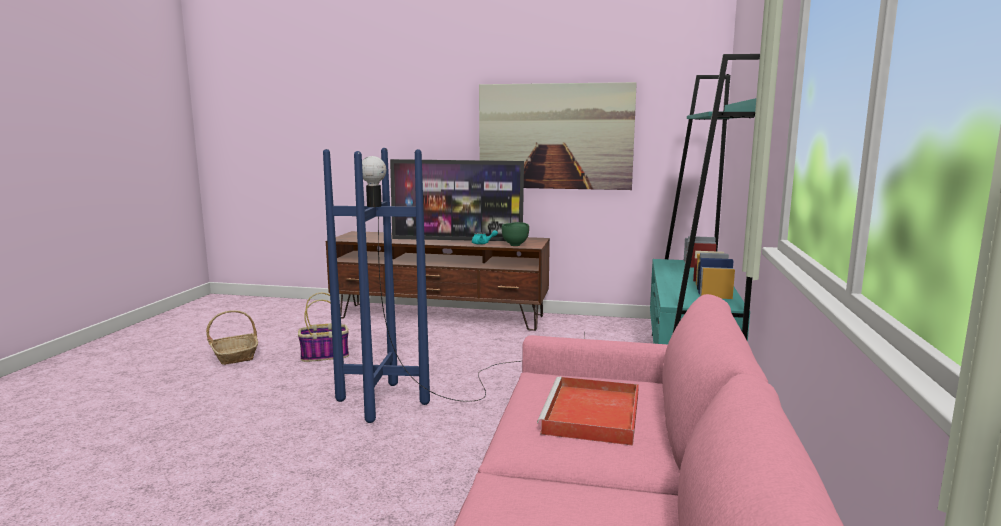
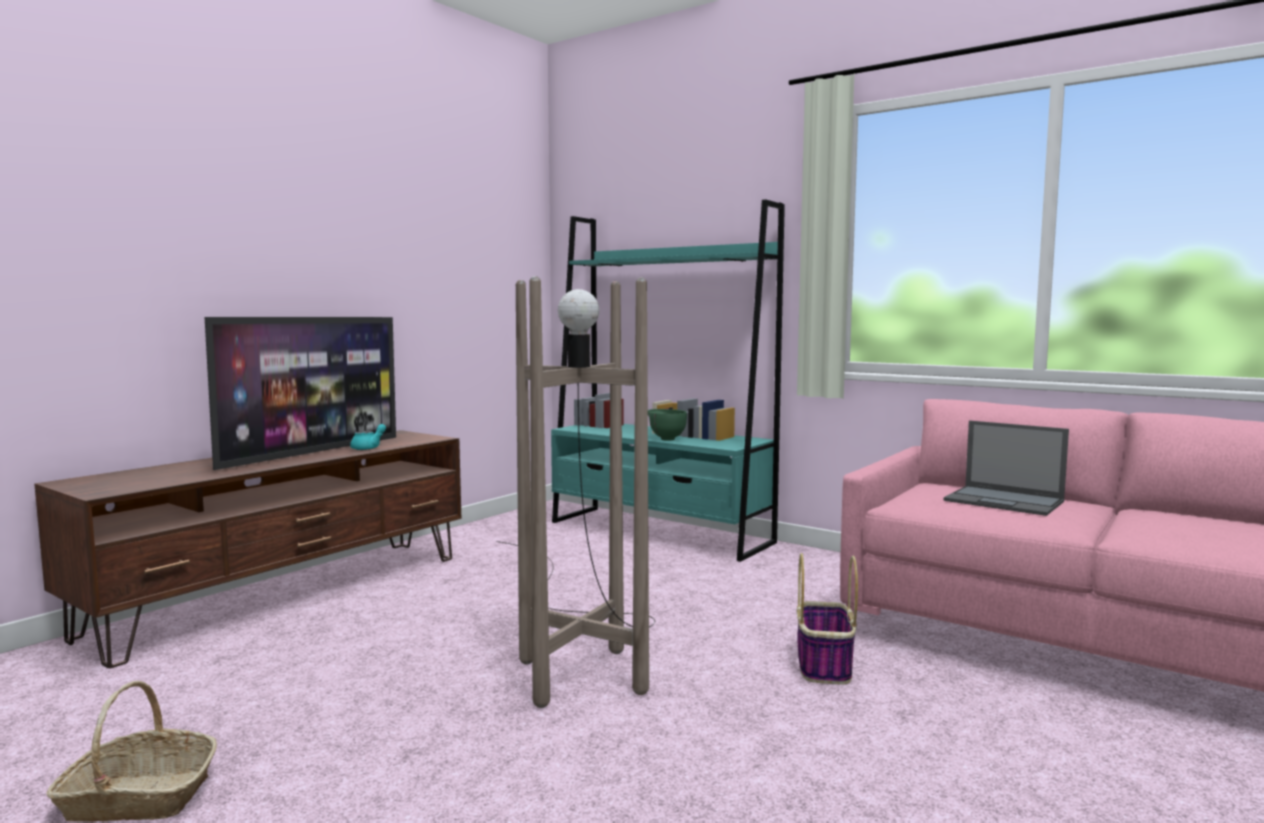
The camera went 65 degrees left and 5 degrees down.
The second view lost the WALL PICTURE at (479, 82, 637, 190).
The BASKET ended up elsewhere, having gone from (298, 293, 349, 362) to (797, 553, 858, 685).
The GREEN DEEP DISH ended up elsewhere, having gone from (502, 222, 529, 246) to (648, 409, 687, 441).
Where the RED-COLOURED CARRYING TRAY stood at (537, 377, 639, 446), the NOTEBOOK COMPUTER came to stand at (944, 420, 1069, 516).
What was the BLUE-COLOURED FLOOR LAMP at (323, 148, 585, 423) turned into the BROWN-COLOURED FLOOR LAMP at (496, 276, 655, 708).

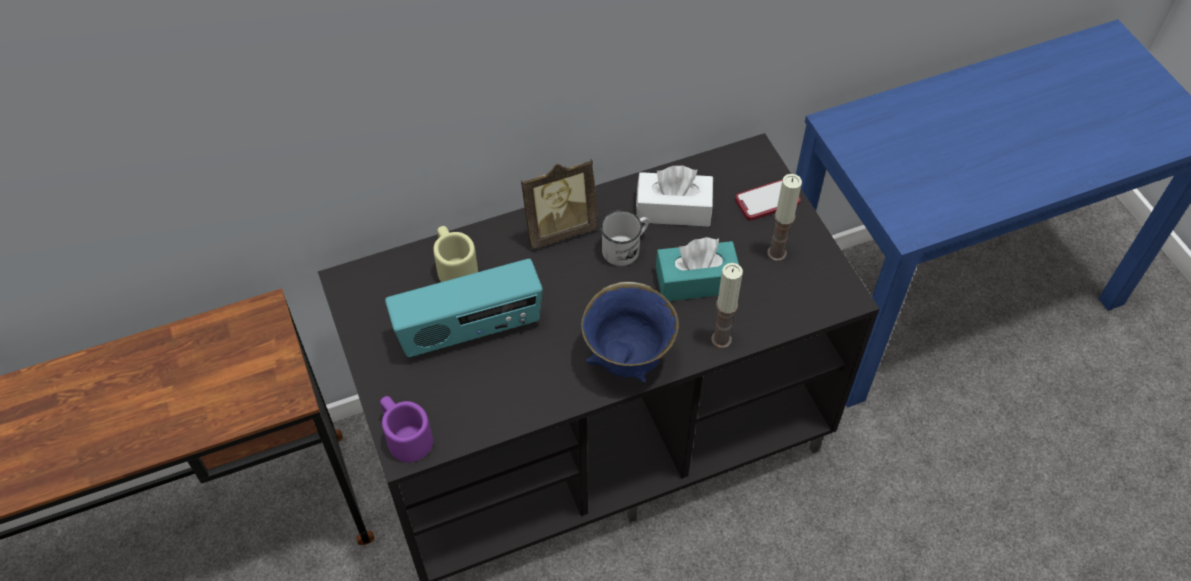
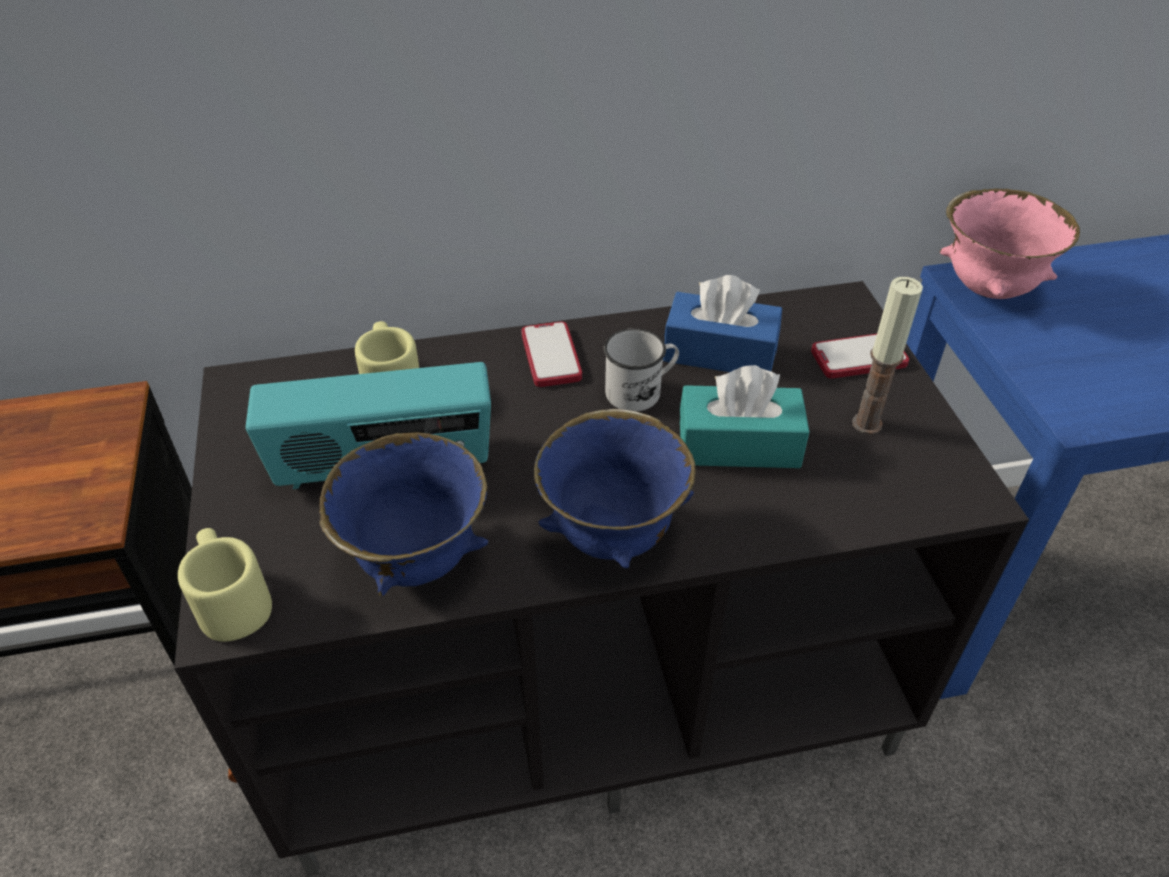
The camera went 10 degrees right and 10 degrees down.
The second view lost the WAX LIGHT at (711, 263, 743, 348).
The second view gained the BLUE-COLOURED DEEP DISH at (319, 432, 488, 596).
The second view gained the PINK-COLOURED DEEP DISH at (940, 189, 1080, 299).
Where the PHOTO FRAME stood at (521, 159, 598, 249), the TELEPHONE came to stand at (521, 322, 582, 387).
What was the PURPLE-COLOURED TEA MUG at (380, 396, 433, 463) turned into the SAND-COLOURED TEA MUG at (178, 528, 272, 642).
What was the WHITE-COLOURED TISSUE HOLDER at (636, 166, 713, 227) turned into the BLUE-COLOURED TISSUE HOLDER at (663, 275, 782, 372).

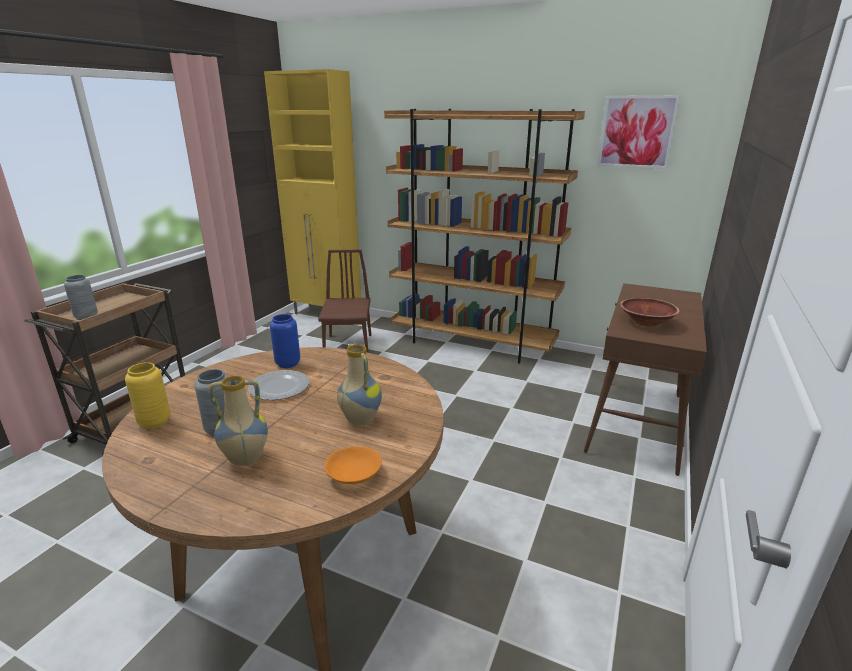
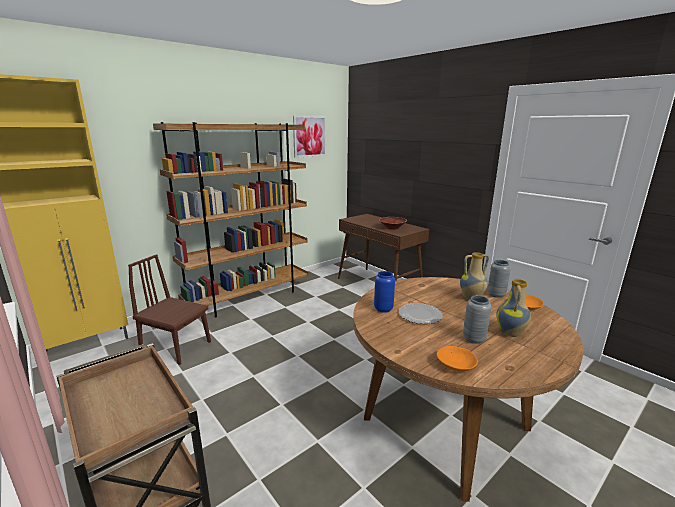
The camera went 65 degrees left and 5 degrees down.
The GREYISH DECORATIVE VASE ended up elsewhere, having gone from (64, 275, 98, 320) to (487, 260, 511, 298).
Where the YELLOWISH DECORATIVE VASE stood at (125, 362, 171, 429), the ORANGE-COLOURED DEEP DISH came to stand at (437, 346, 478, 372).

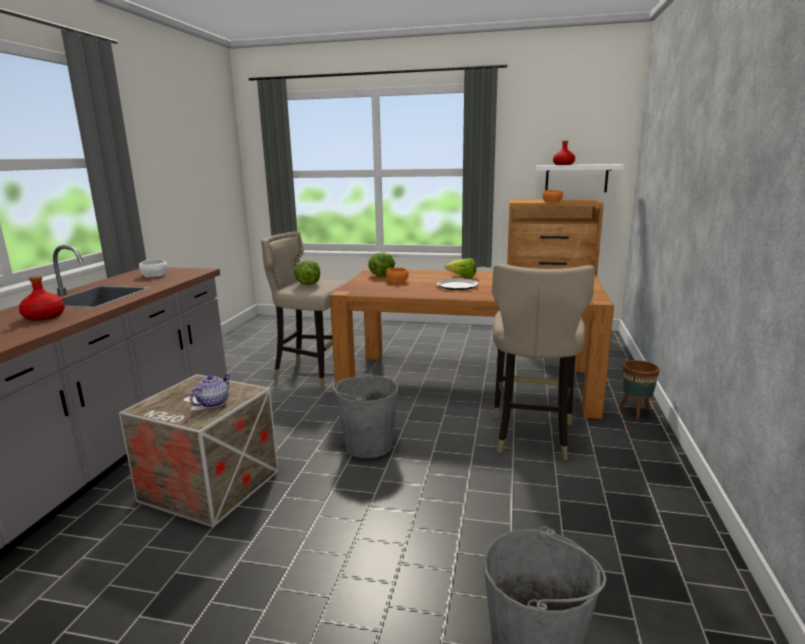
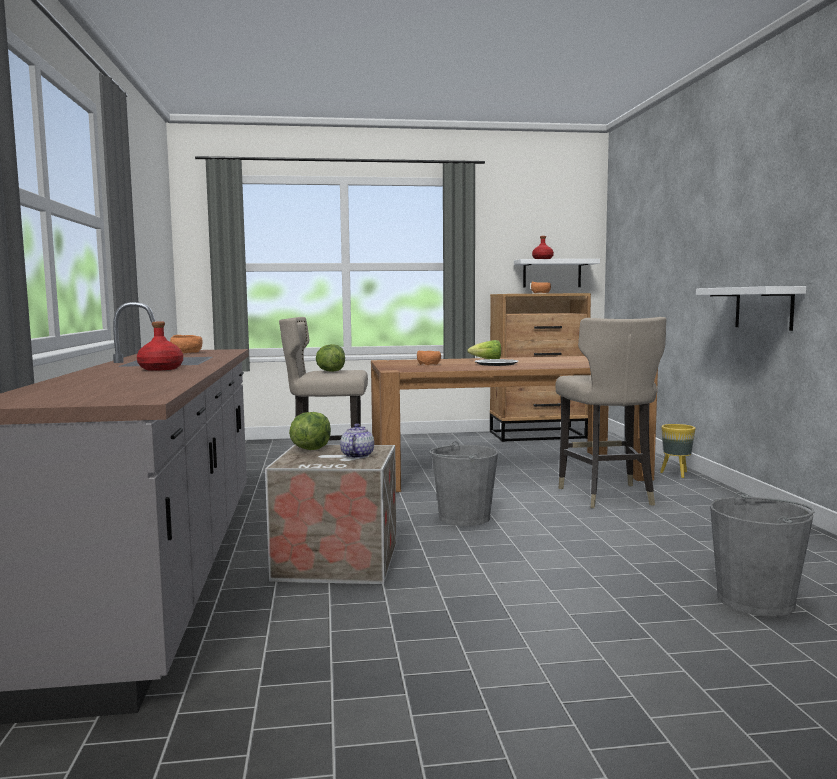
The camera went 20 degrees left and 10 degrees down.
The second view gained the WHITE-COLOURED BRACKET SHELF at (696, 286, 806, 331).
The LETTUCE HEAD ended up elsewhere, having gone from (368, 253, 395, 276) to (289, 412, 331, 450).
What was the WHITE-COLOURED DEEP DISH at (139, 259, 168, 277) turned into the ORANGE-COLOURED DEEP DISH at (170, 335, 203, 353).
What was the BROWN-COLOURED PLANTER at (620, 360, 660, 420) turned into the YELLOWISH PLANTER at (660, 424, 695, 478).

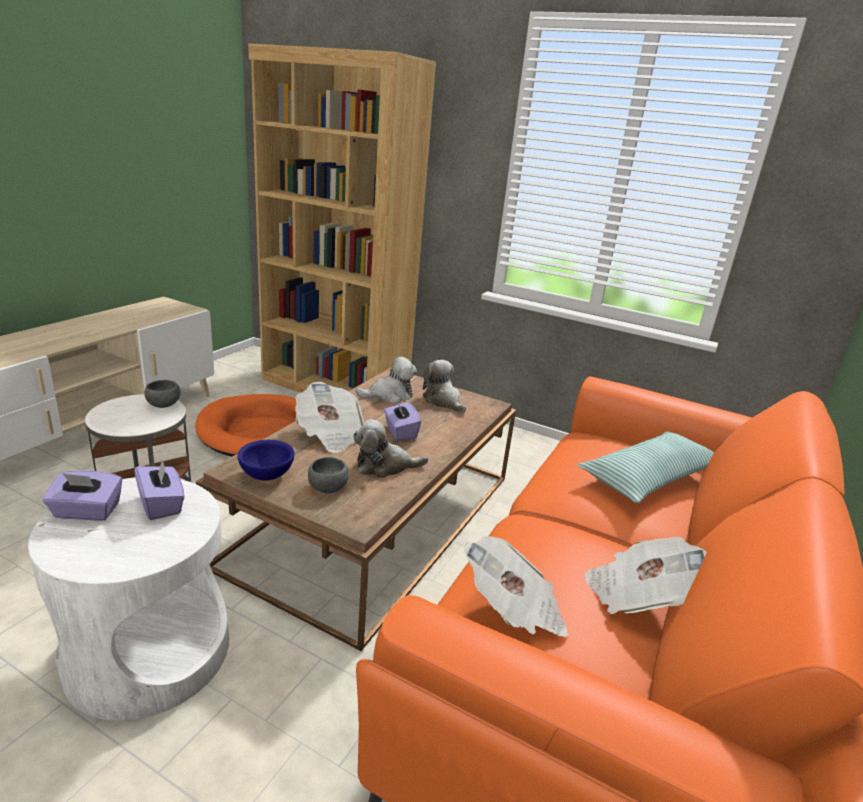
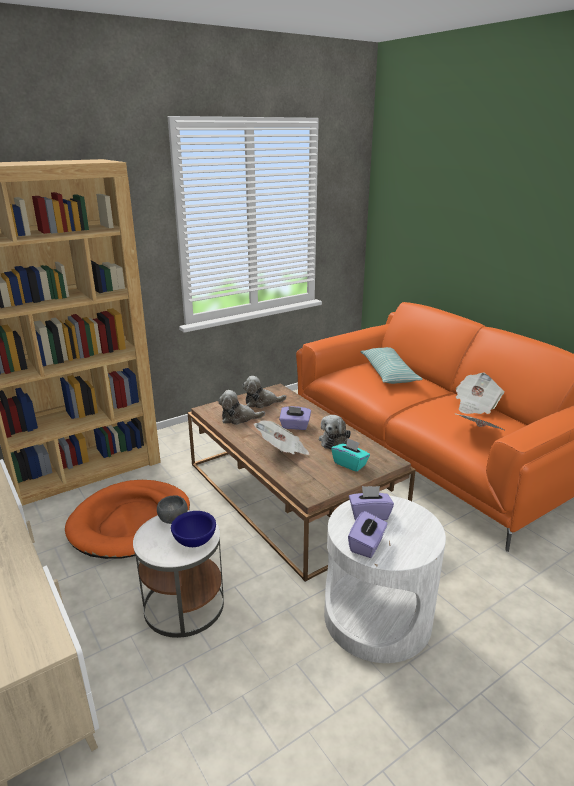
The camera went 60 degrees left and 0 degrees up.
The BLUE-COLOURED DEEP DISH ended up elsewhere, having gone from (237, 440, 295, 480) to (171, 511, 216, 547).
Where the GREYISH DEEP DISH stood at (308, 457, 349, 494), the BLUE-GREEN TISSUE HOLDER came to stand at (331, 438, 370, 472).
The PLUSH TOY at (356, 357, 417, 403) ended up facing another way, 105 degrees counterclockwise from before.

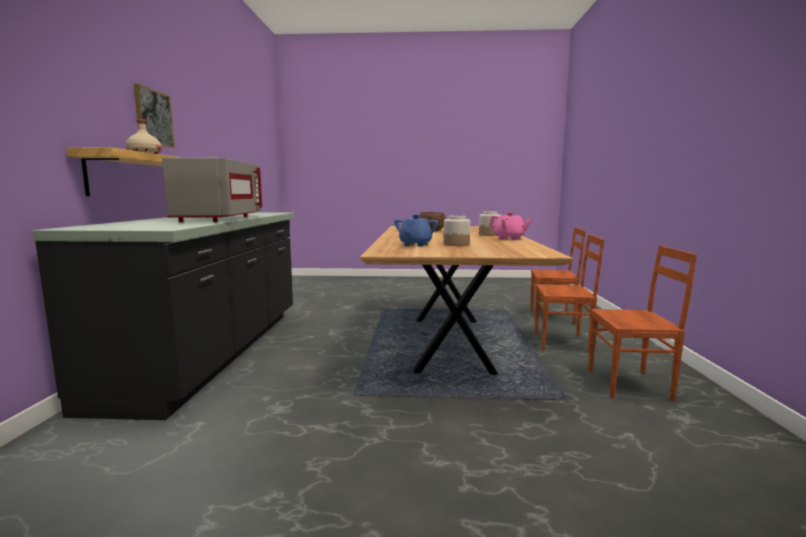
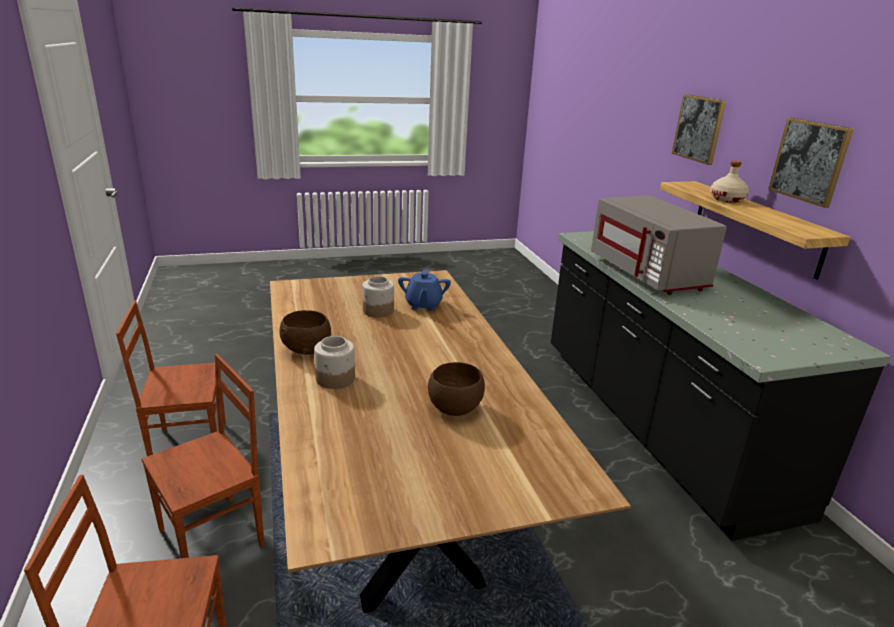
The camera went 160 degrees right and 15 degrees up.
The second view gained the WALL PICTURE at (672, 94, 726, 165).
Where the PINK-COLOURED POT FOR TEA stood at (489, 212, 532, 240), the BROWN-COLOURED DEEP DISH came to stand at (280, 310, 331, 355).
The BROWN-COLOURED PLAIN CHAIR at (535, 234, 604, 352) ended up facing another way, 150 degrees clockwise from before.

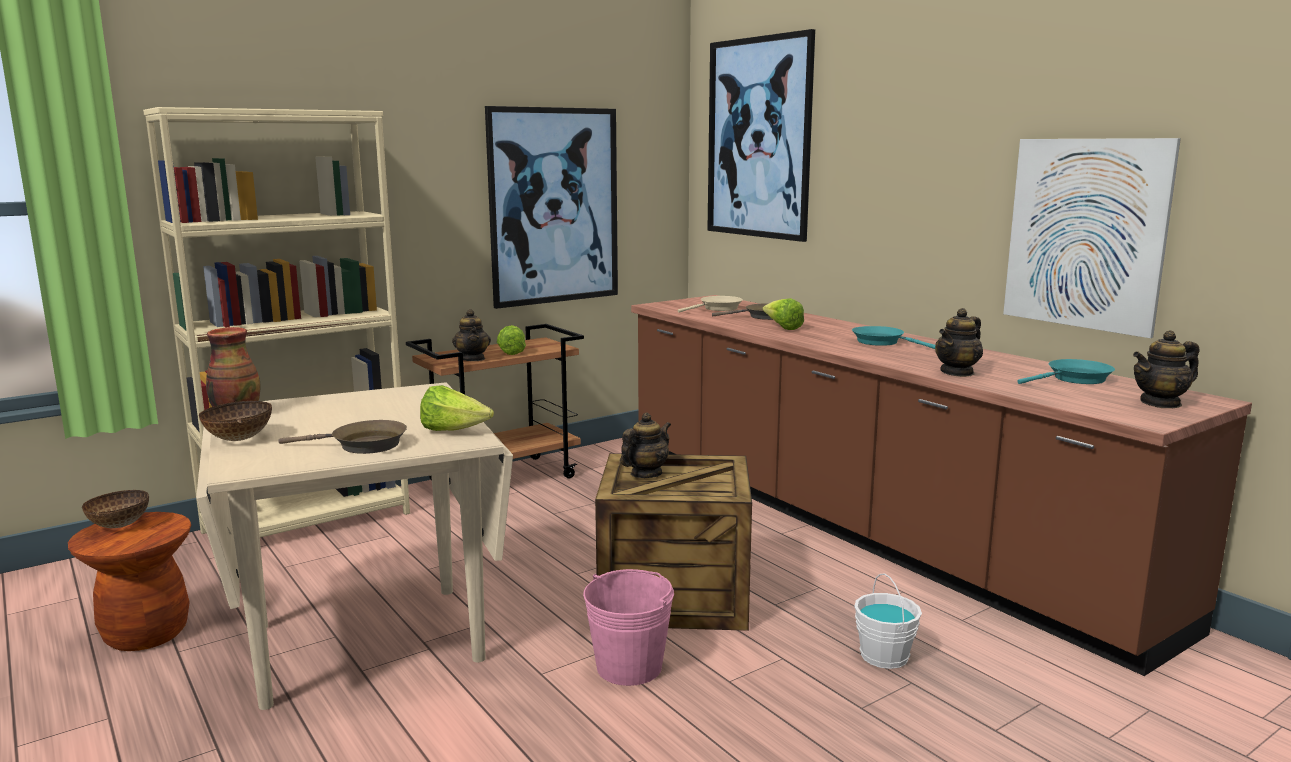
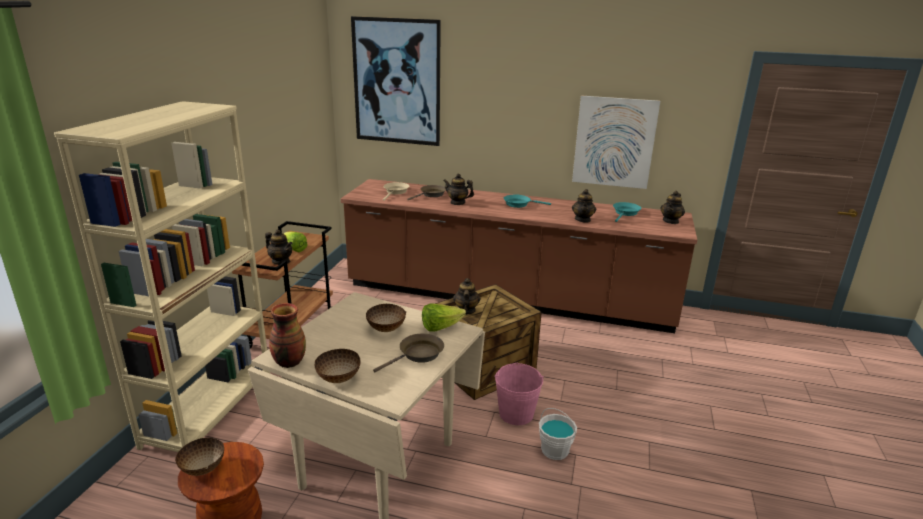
The camera went 40 degrees left and 10 degrees up.
The second view lost the WALL PICTURE at (485, 106, 618, 309).
The second view gained the DEEP DISH at (366, 304, 406, 332).
The WHITE-COLOURED PAIL ended up elsewhere, having gone from (854, 574, 922, 669) to (539, 408, 577, 460).
Where the LETTUCE HEAD stood at (763, 298, 804, 330), the POT FOR TEA came to stand at (444, 174, 474, 205).

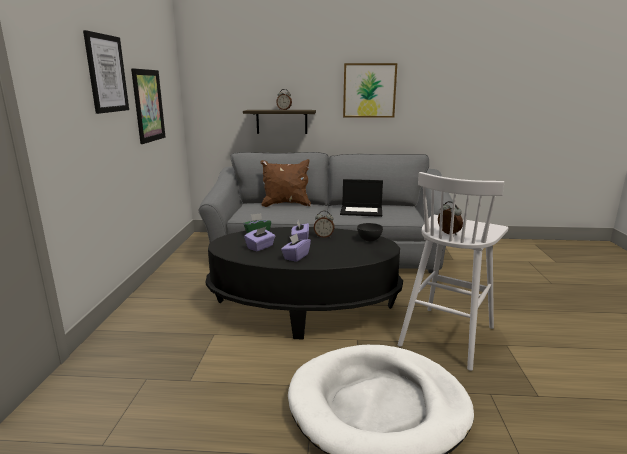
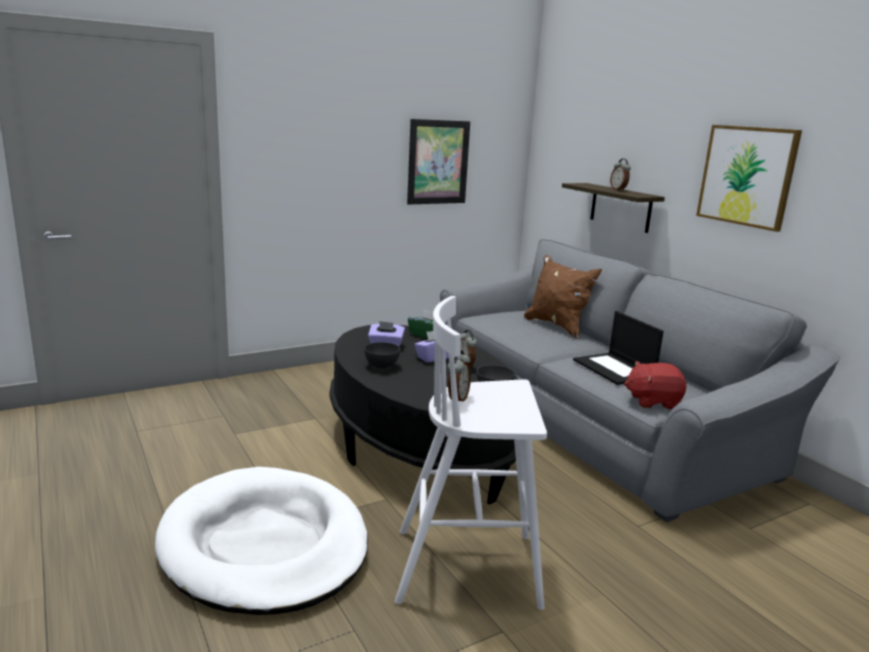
The camera went 55 degrees right and 0 degrees up.
The second view lost the WALL PICTURE at (83, 30, 129, 114).
The second view gained the RED-COLOURED PLUSH TOY at (624, 361, 686, 409).
Where the PURPLE-COLOURED TISSUE HOLDER stood at (281, 233, 311, 262), the GREYISH DEEP DISH came to stand at (364, 342, 400, 369).

